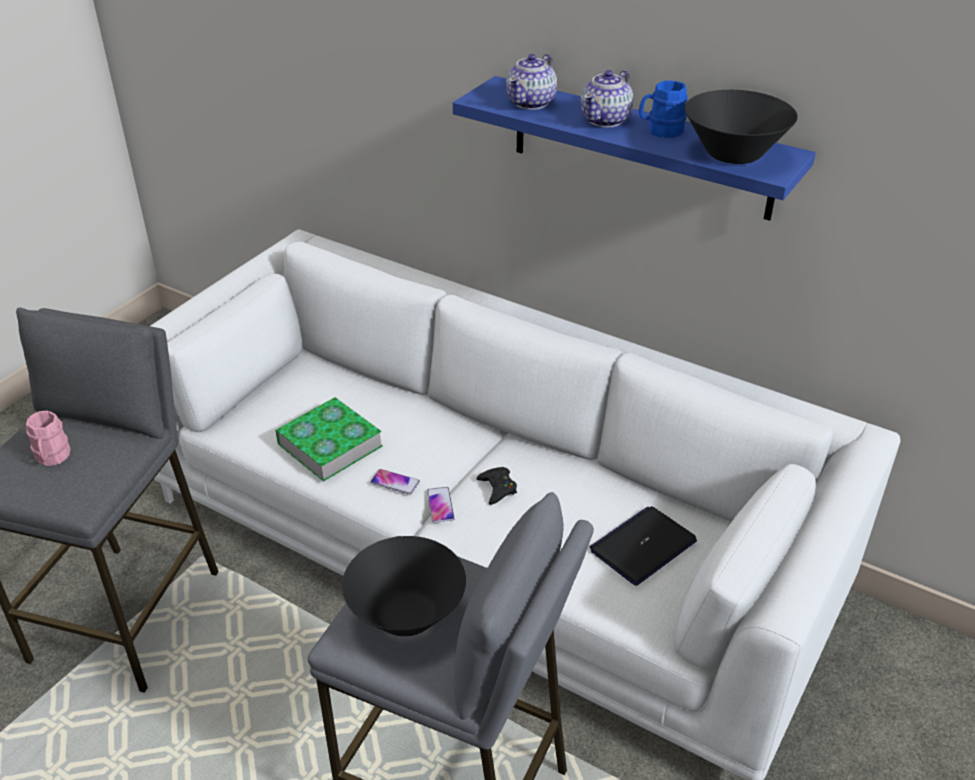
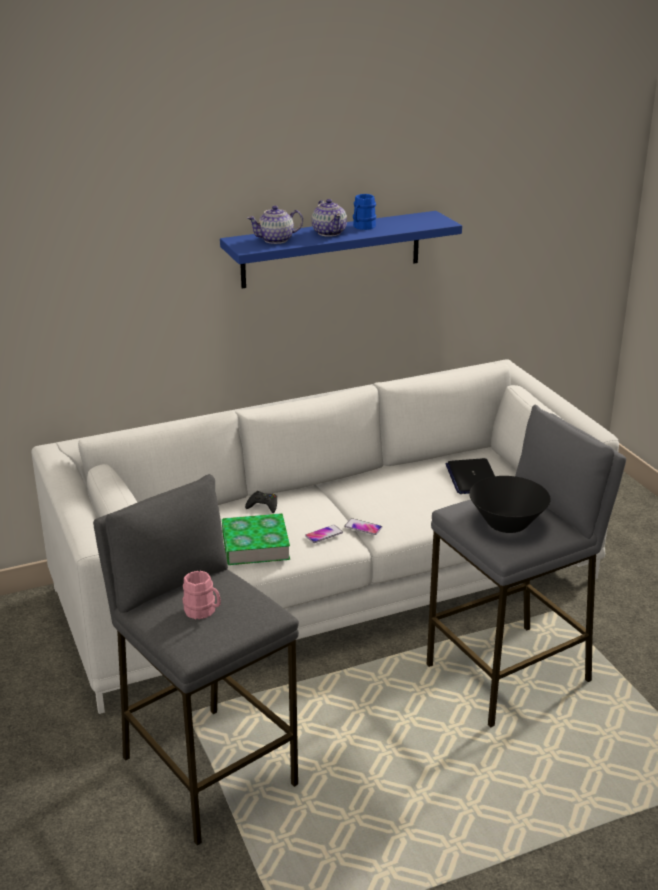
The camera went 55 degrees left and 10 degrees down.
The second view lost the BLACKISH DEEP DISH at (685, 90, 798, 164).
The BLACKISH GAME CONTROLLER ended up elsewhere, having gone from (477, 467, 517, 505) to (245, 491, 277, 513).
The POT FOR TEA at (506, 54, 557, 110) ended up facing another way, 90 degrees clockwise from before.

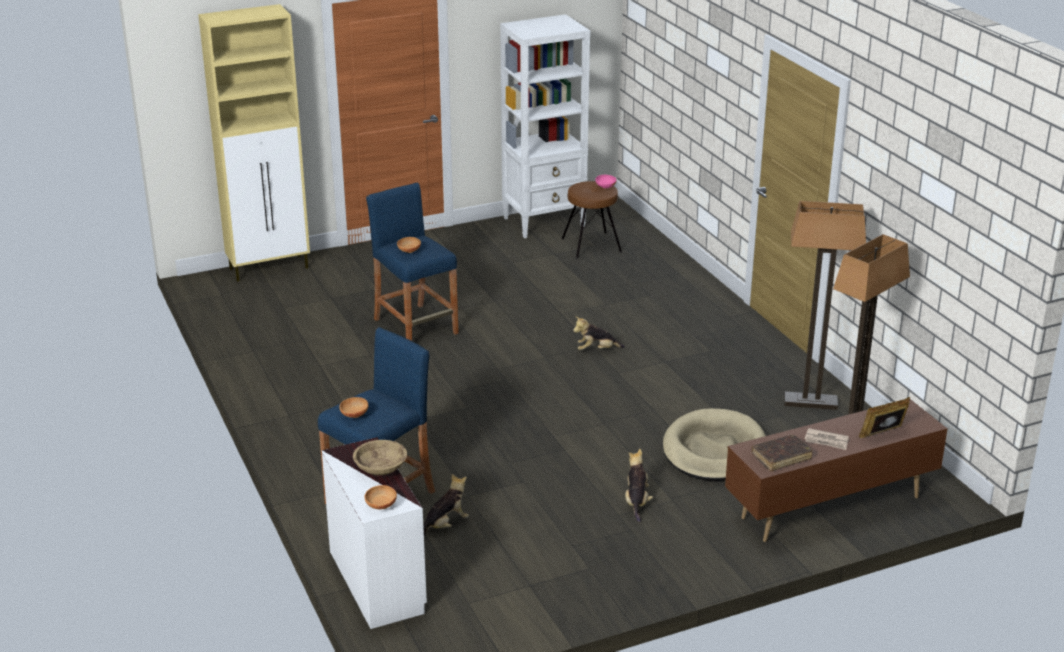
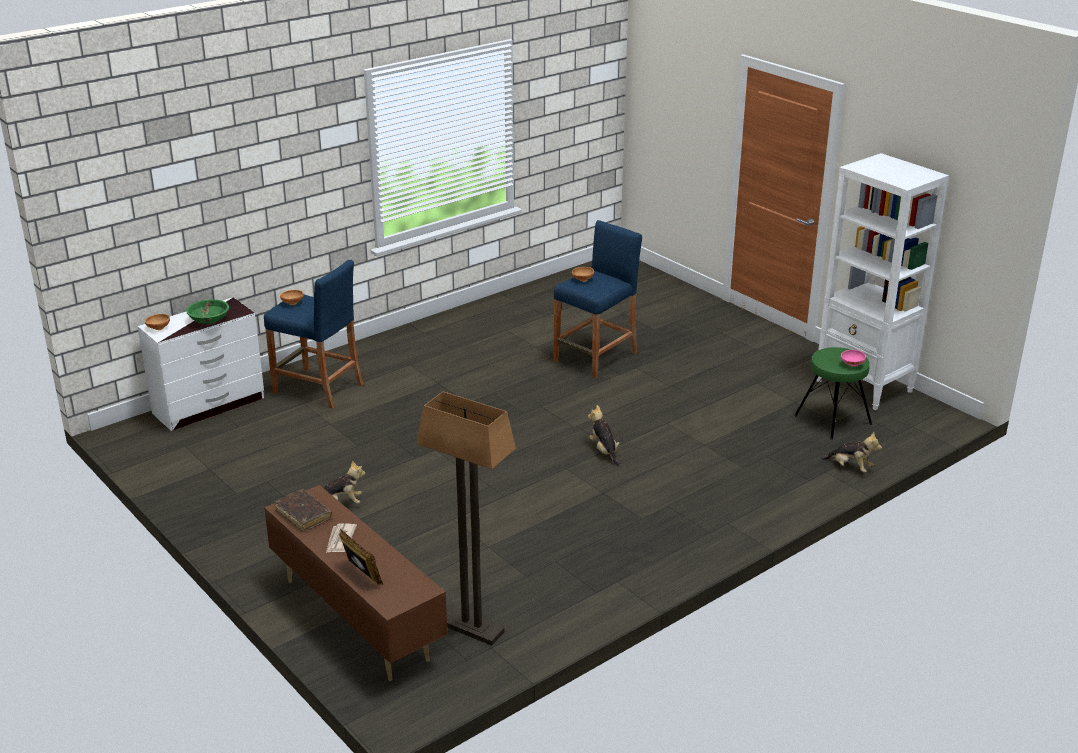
The camera went 75 degrees right and 0 degrees up.
The second view lost the SAND-COLOURED STORAGE CABINET at (198, 4, 310, 282).
The second view lost the SAND-COLOURED DOG BED at (663, 408, 766, 481).
The second view lost the FLOOR LAMP at (784, 201, 866, 410).
The PLUSH TOY ended up elsewhere, having gone from (423, 474, 469, 535) to (821, 432, 882, 472).
What was the SAND-COLOURED DEEP DISH at (353, 440, 407, 476) turned into the GREEN DEEP DISH at (186, 299, 229, 324).
What was the BROWN-COLOURED SITTING STOOL at (562, 181, 622, 259) turned into the GREEN SITTING STOOL at (794, 347, 872, 440).

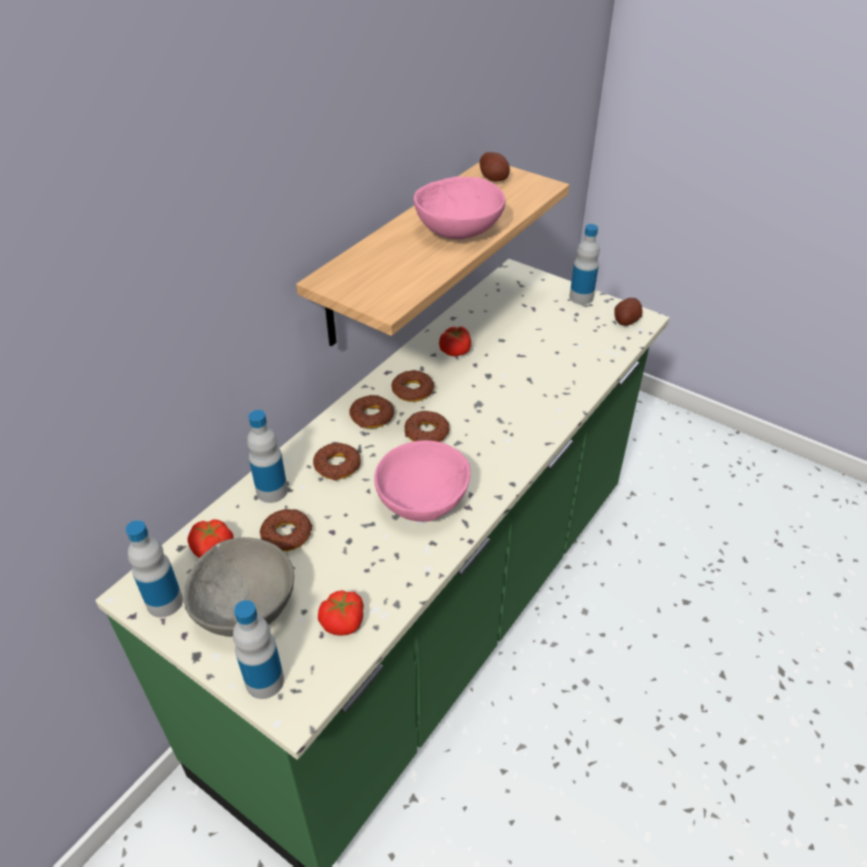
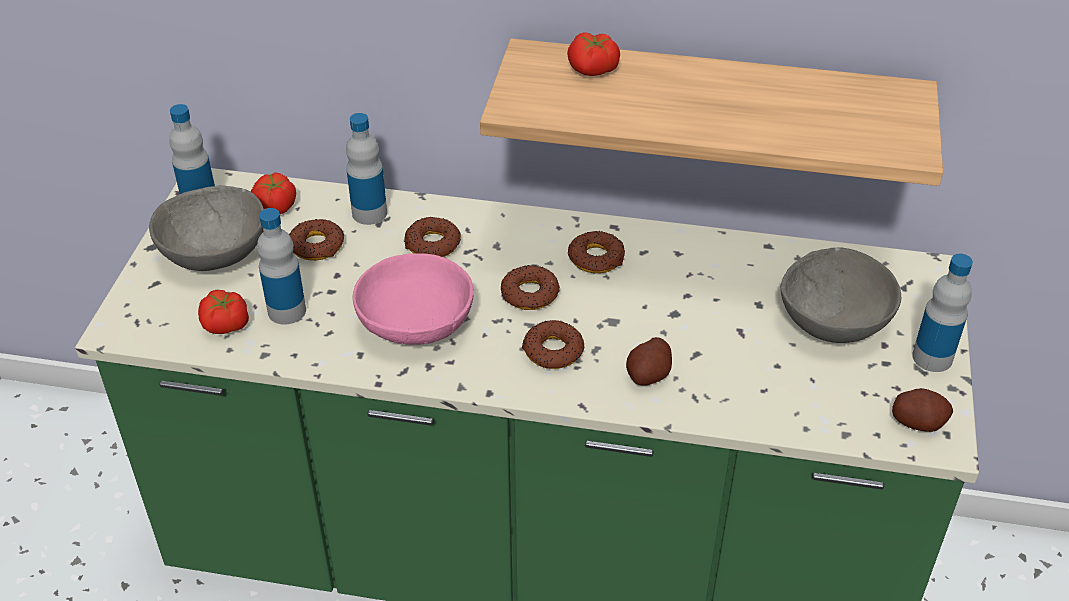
The camera went 65 degrees right and 0 degrees up.
The second view lost the PINK-COLOURED DEEP DISH at (414, 177, 506, 239).
The second view gained the GREYISH DEEP DISH at (780, 247, 901, 343).
The BEVERAGE BOTTLE ended up elsewhere, having gone from (233, 600, 284, 699) to (257, 208, 306, 325).
The DONUT ended up elsewhere, having gone from (349, 395, 394, 428) to (521, 320, 584, 369).
The WHOLE TOMATO ended up elsewhere, having gone from (439, 326, 471, 356) to (567, 32, 620, 76).
The WHOLE POTATO ended up elsewhere, having gone from (479, 152, 510, 182) to (626, 337, 672, 386).

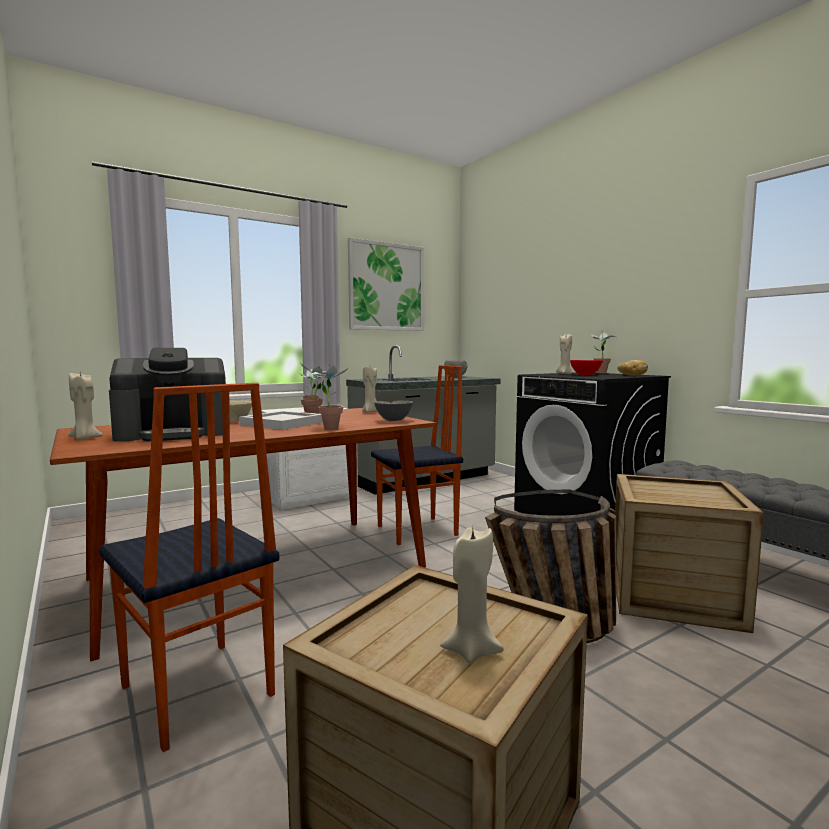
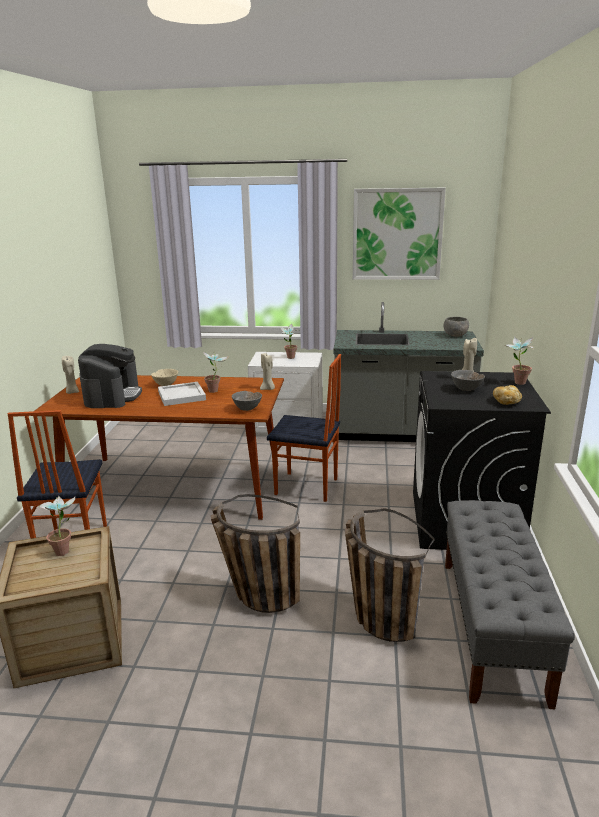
The camera went 40 degrees right and 15 degrees up.
The second view lost the SAND-COLOURED WAX LIGHT at (440, 528, 504, 664).
The PLANT IN A POT ended up elsewhere, having gone from (310, 364, 349, 430) to (38, 496, 75, 556).
Where the PACKING CRATE stood at (615, 474, 764, 633), the BASKET came to stand at (345, 508, 435, 642).
What was the RED-COLOURED DEEP DISH at (570, 360, 603, 375) turned into the GREYISH DEEP DISH at (451, 370, 485, 391).
The COFFEE MACHINE at (109, 348, 226, 442) ended up facing another way, 105 degrees counterclockwise from before.

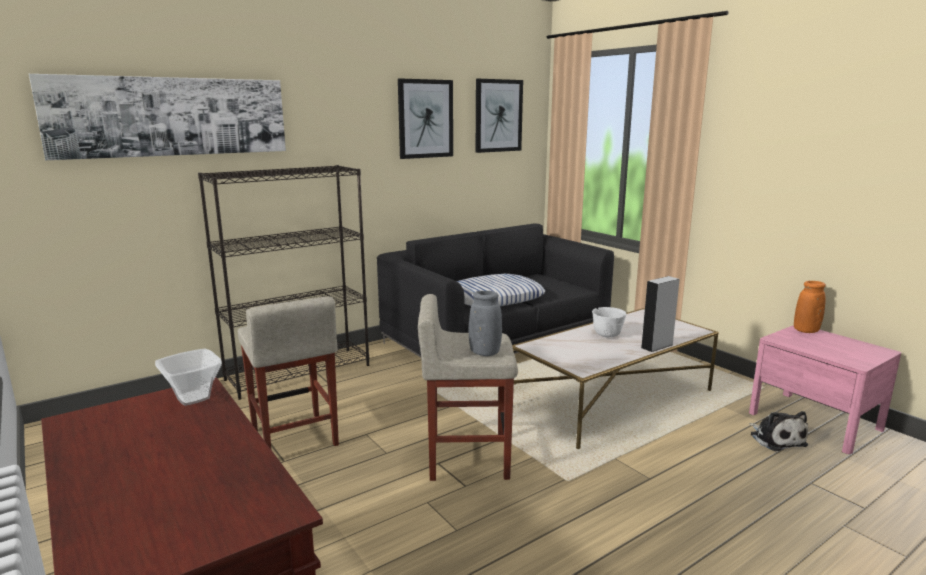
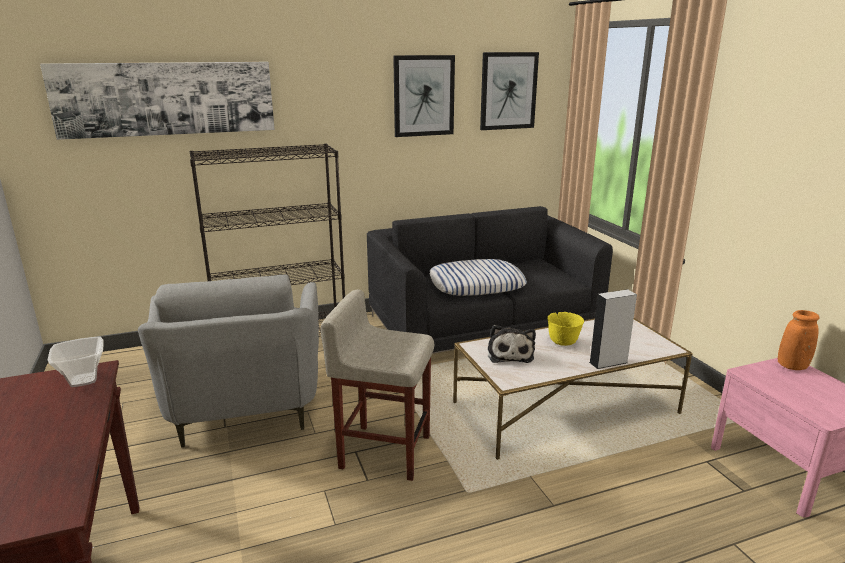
The camera went 15 degrees right and 5 degrees up.
The second view lost the GREYISH DECORATIVE VASE at (469, 291, 502, 356).
The PLUSH TOY ended up elsewhere, having gone from (749, 411, 808, 451) to (488, 325, 536, 363).
Where the SAND-COLOURED SITTING STOOL stood at (238, 297, 339, 449), the GREYISH EASY CHAIR came to stand at (138, 275, 319, 447).
What was the WHITE-COLOURED DEEP DISH at (592, 307, 626, 337) turned into the YELLOWISH DEEP DISH at (548, 312, 584, 346).

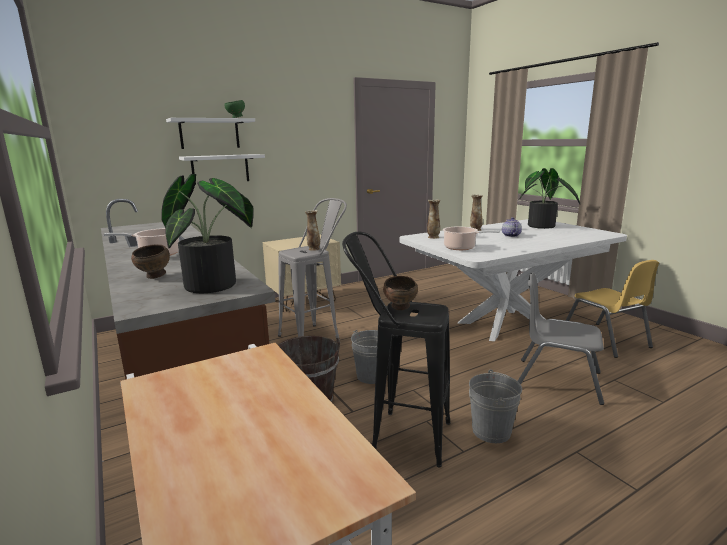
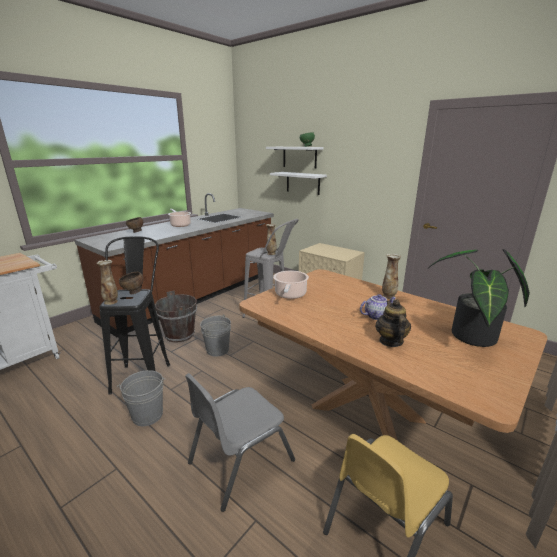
The camera went 70 degrees right and 5 degrees up.
The second view lost the PLANT IN A POT at (161, 174, 254, 293).
The second view gained the POT FOR TEA at (375, 299, 411, 347).
The DECORATIVE VASE ended up elsewhere, having gone from (427, 200, 440, 239) to (97, 260, 118, 305).
What was the WHITE-COLOURED DINNER TABLE at (400, 219, 627, 341) turned into the BROWN-COLOURED DINNER TABLE at (239, 269, 547, 441).
The GREYISH PLAIN CHAIR at (518, 273, 604, 405) ended up facing another way, 135 degrees counterclockwise from before.

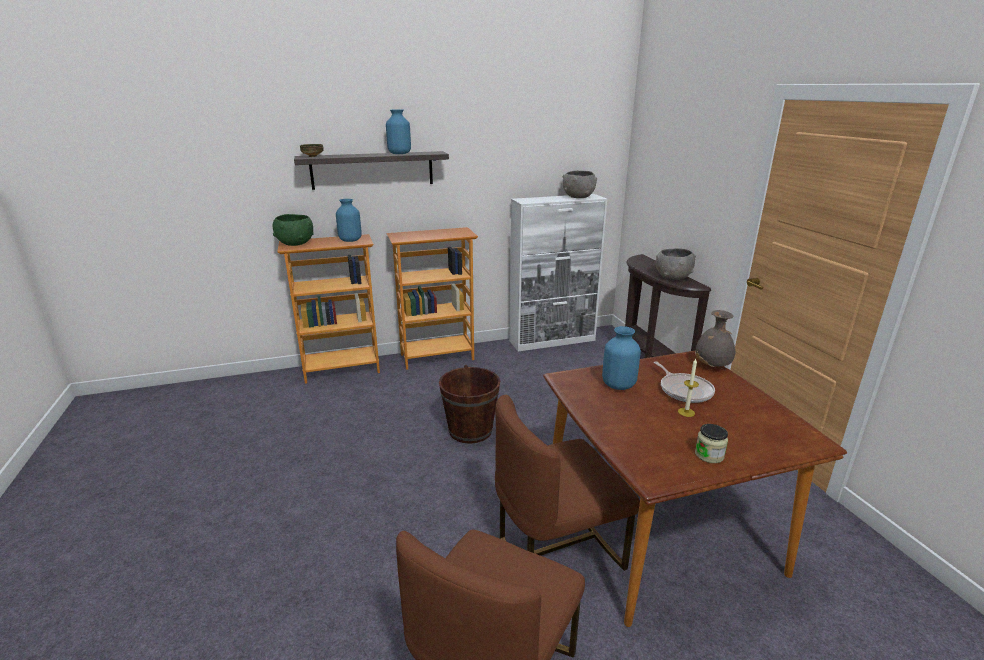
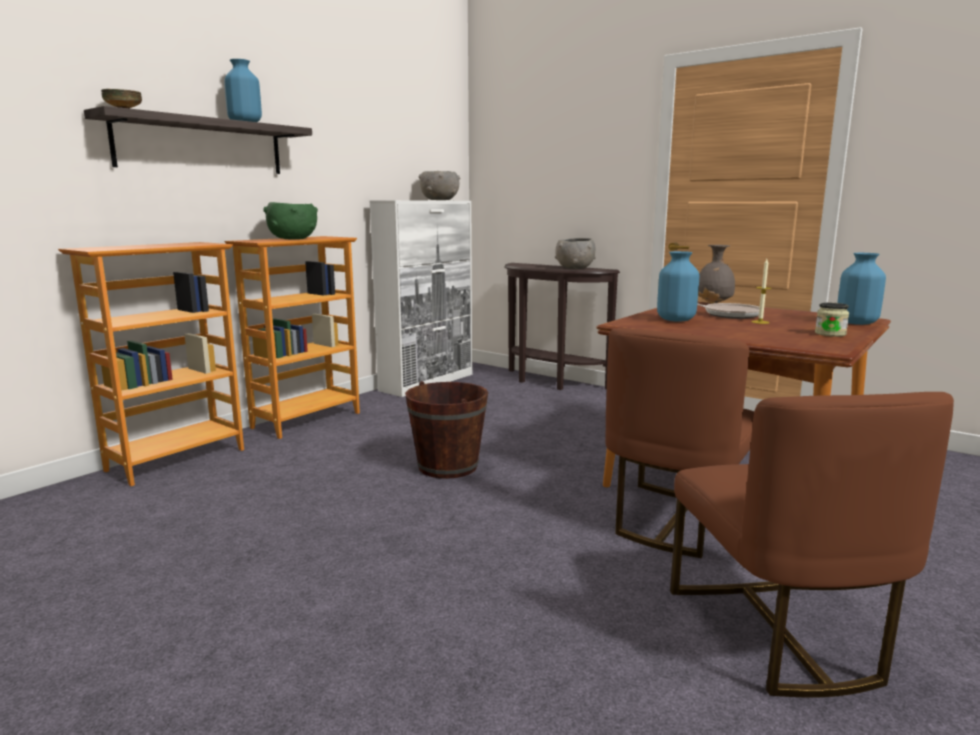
The camera went 35 degrees left and 10 degrees down.
The GREEN DEEP DISH ended up elsewhere, having gone from (273, 214, 314, 246) to (264, 202, 318, 240).
The BLUE-COLOURED DECORATIVE VASE ended up elsewhere, having gone from (336, 199, 362, 242) to (837, 253, 886, 325).

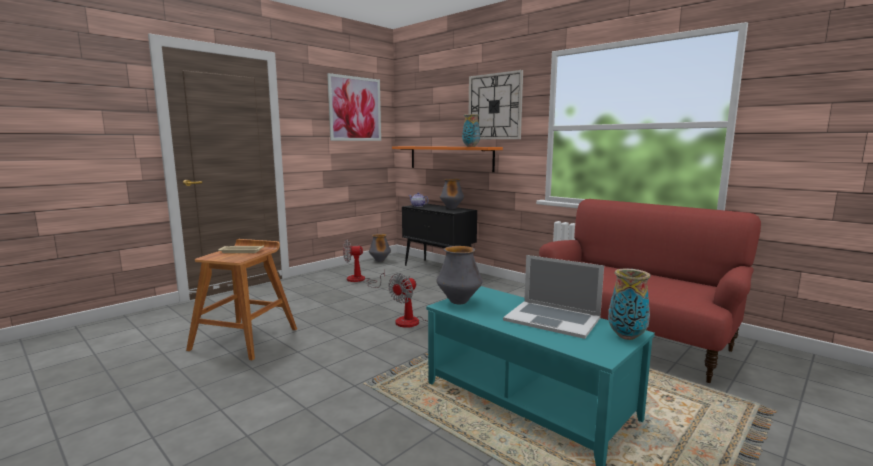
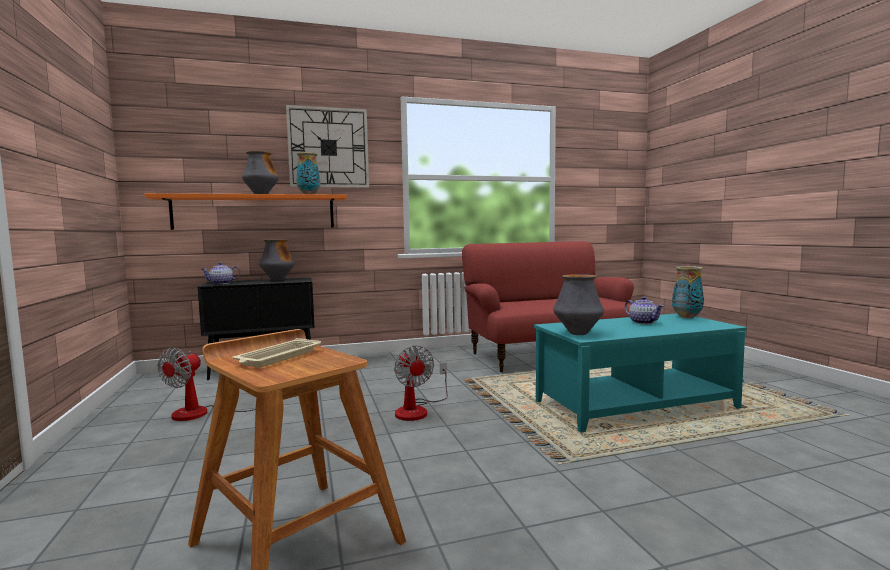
The camera went 60 degrees left and 5 degrees down.
The second view lost the WALL PICTURE at (327, 73, 381, 141).
The DECORATIVE VASE ended up elsewhere, having gone from (369, 234, 391, 262) to (242, 151, 279, 194).
Where the NOTEBOOK COMPUTER stood at (503, 255, 604, 339), the POT FOR TEA came to stand at (624, 297, 664, 324).

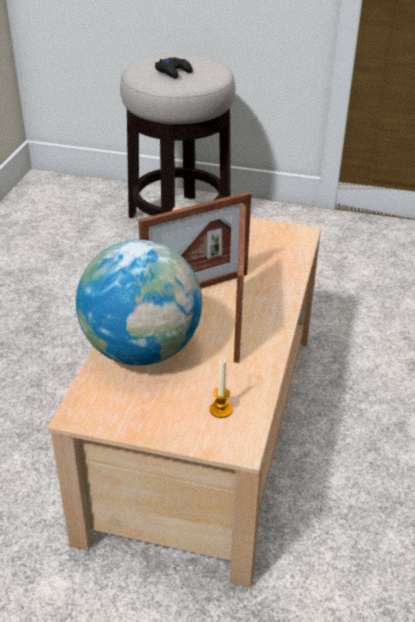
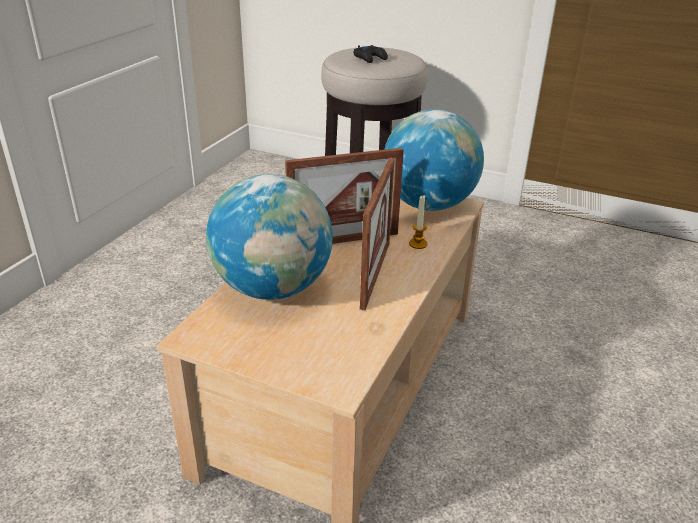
The camera went 10 degrees right and 5 degrees down.
The second view gained the GLOBE at (384, 109, 484, 211).
The WAX LIGHT ended up elsewhere, having gone from (210, 359, 232, 418) to (409, 195, 428, 249).

